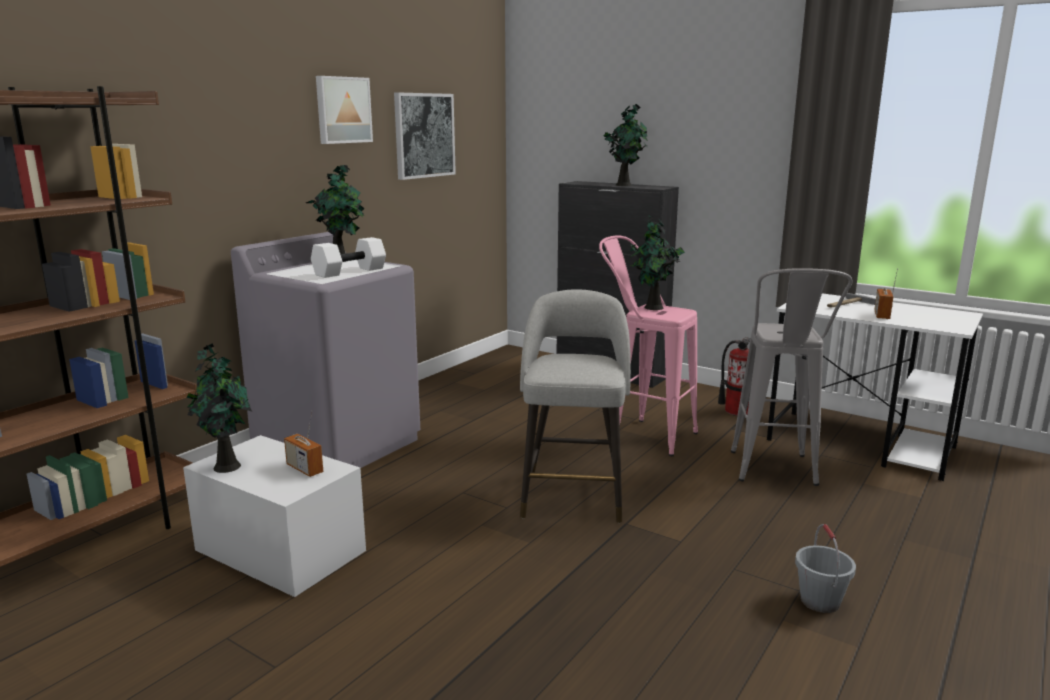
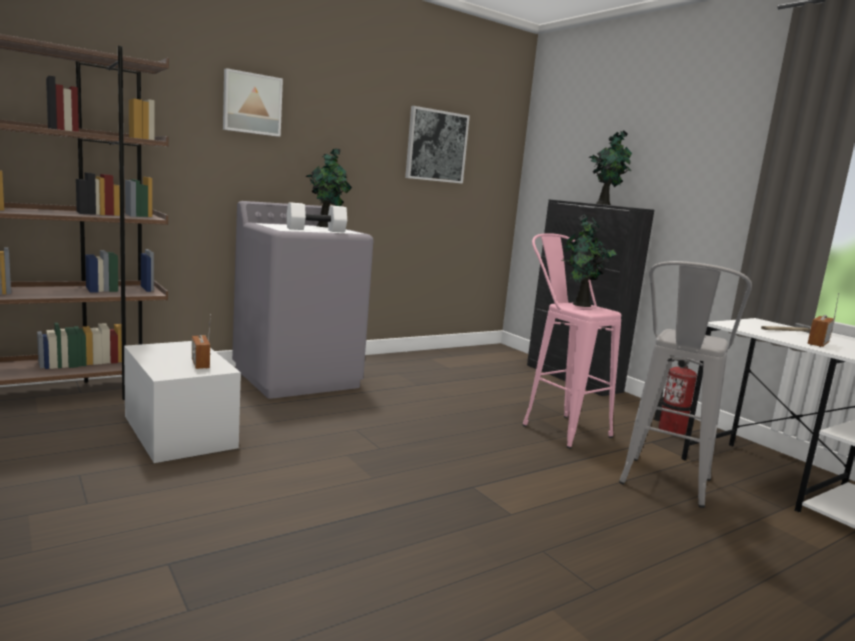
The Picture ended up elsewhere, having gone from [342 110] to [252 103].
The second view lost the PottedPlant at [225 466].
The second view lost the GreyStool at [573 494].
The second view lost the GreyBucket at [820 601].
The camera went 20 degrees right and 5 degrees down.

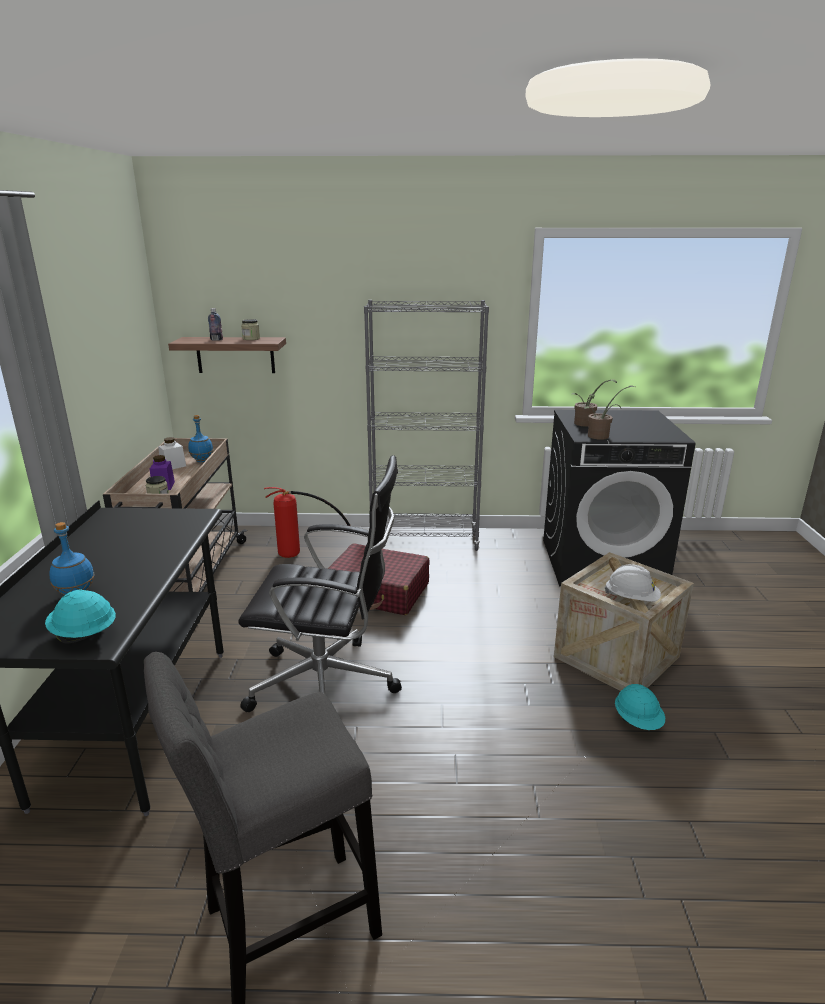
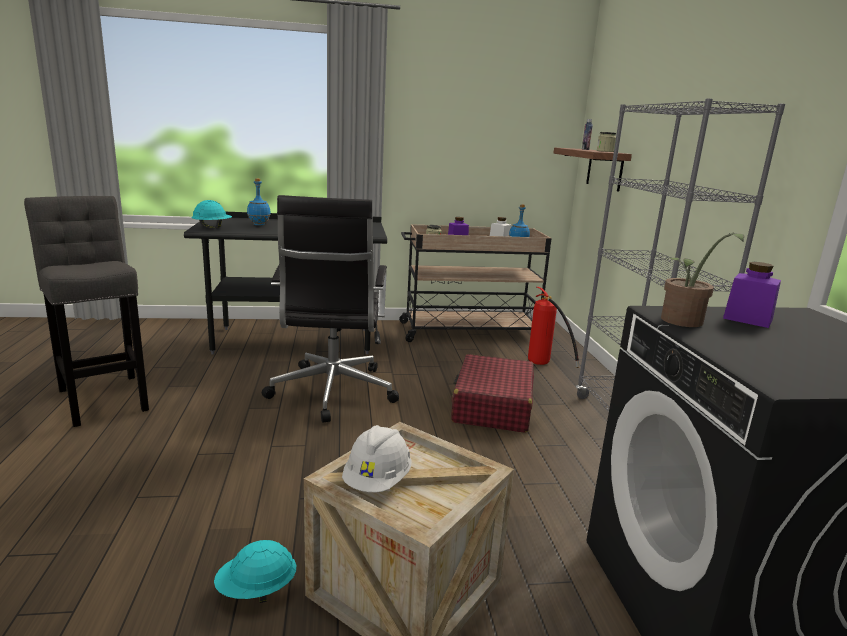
Where the PottedPlant stood at [586 424], the PurpleJar came to stand at [747 319].
The camera went 80 degrees right and 5 degrees down.

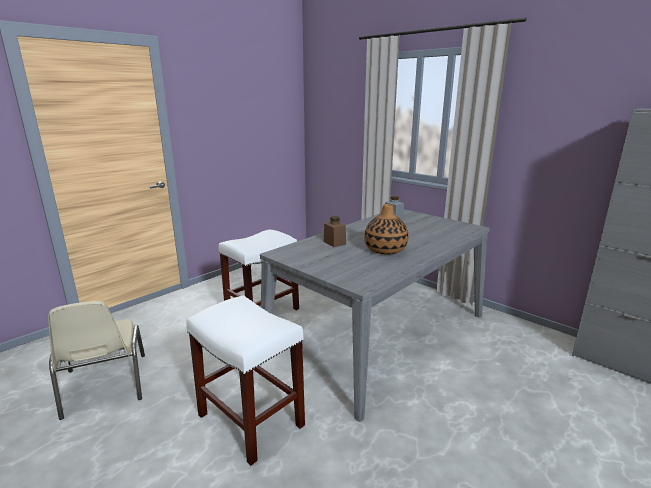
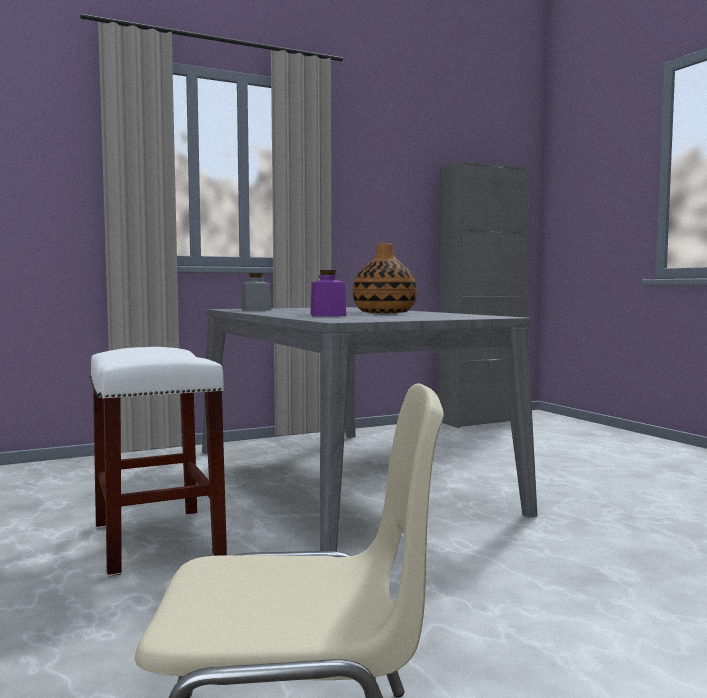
What was the BrownJar at [334 243] turned into the PurpleJar at [328 315].
The second view lost the WhiteStool at [249 420].
The camera went 70 degrees left and 15 degrees down.

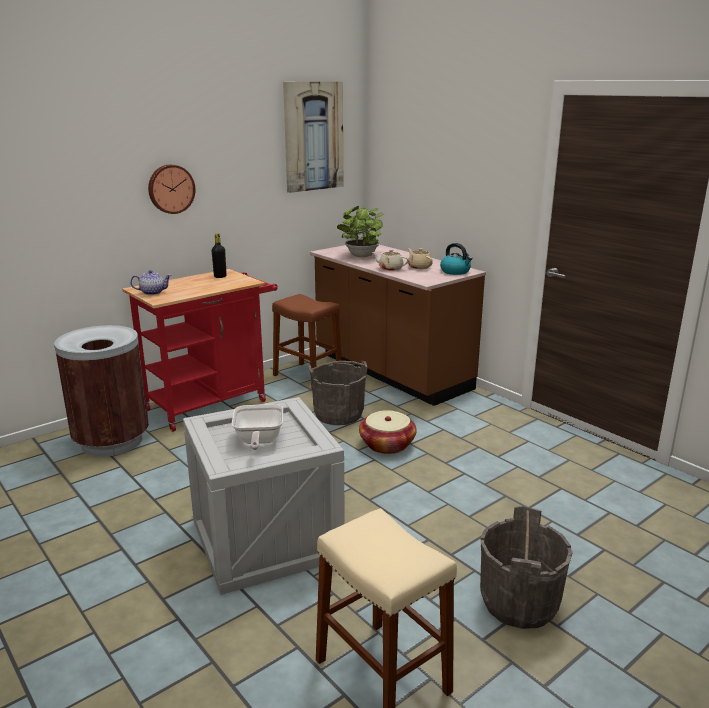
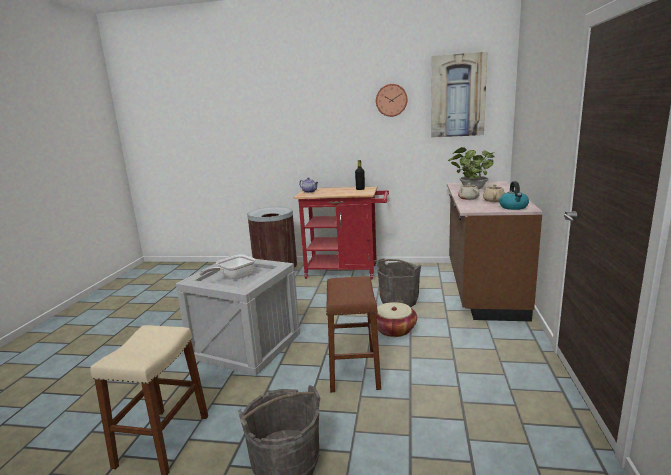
The BrownStool ended up elsewhere, having gone from [307 376] to [353 370].
The WallClock ended up elsewhere, having gone from [170 189] to [391 100].
The camera went 50 degrees right and 5 degrees down.

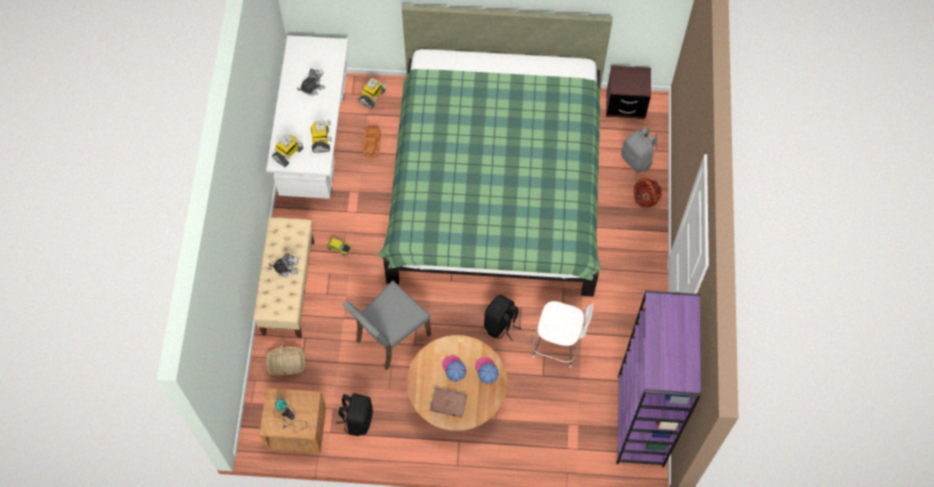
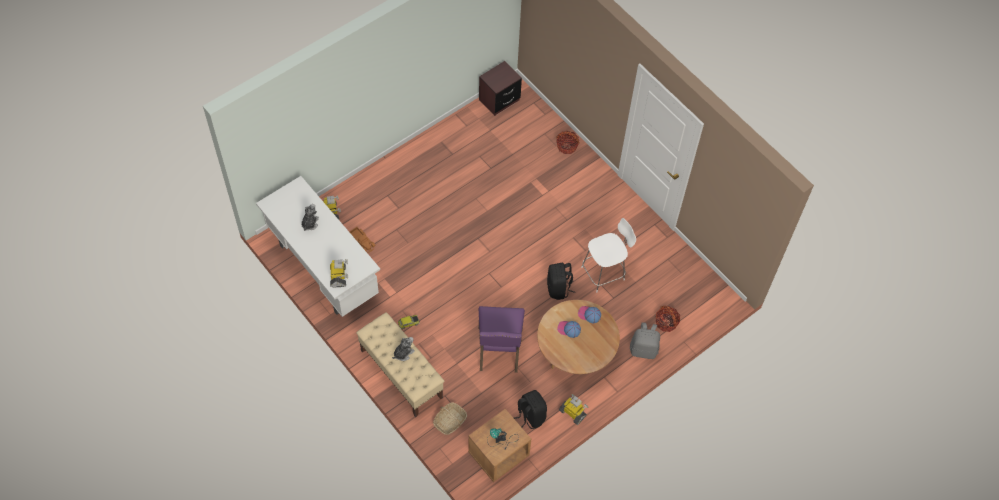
What was the GreyChair at [390 337] turned into the PurpleChair at [499 351].
The ToyRobot ended up elsewhere, having gone from [321 140] to [573 413].
The GreyBackpack ended up elsewhere, having gone from [637 159] to [644 349].
The second view gained the Basket at [666 322].
The second view lost the GreenBed at [495 184].
The second view lost the BrownBook at [448 403].
The second view lost the PurpleBookcase at [641 421].
The camera went 45 degrees left and 5 degrees down.

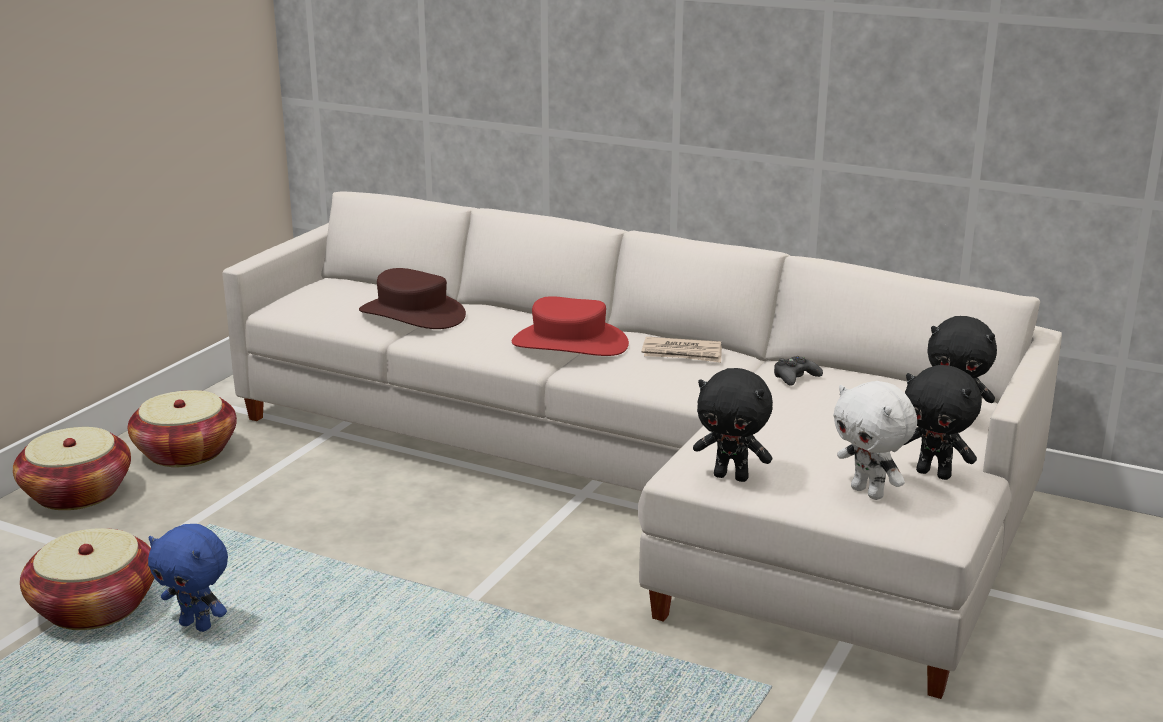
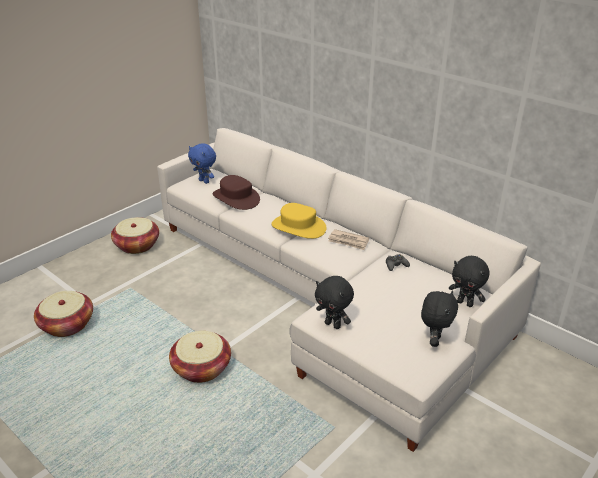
The Basket ended up elsewhere, having gone from [77 493] to [201 368].
The BluePlushToy ended up elsewhere, having gone from [197 625] to [204 181].
What was the RedHat at [569 344] turned into the YellowHat at [298 227].
The BlackPlushToy at [934 474] ended up facing another way, 120 degrees counterclockwise from before.
The second view lost the WhitePlushToy at [869 492].
The camera went 15 degrees right and 10 degrees up.

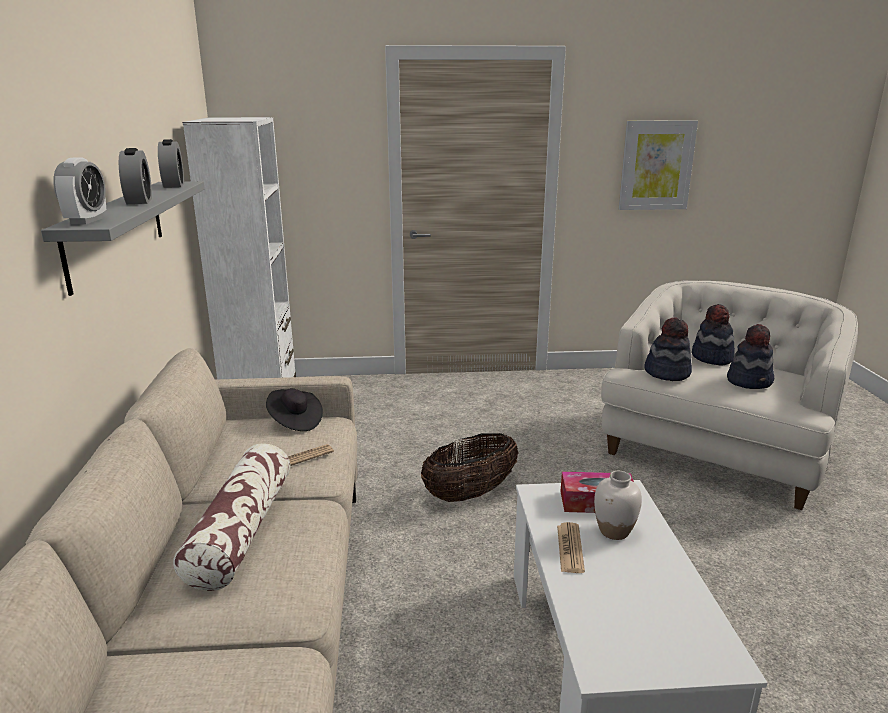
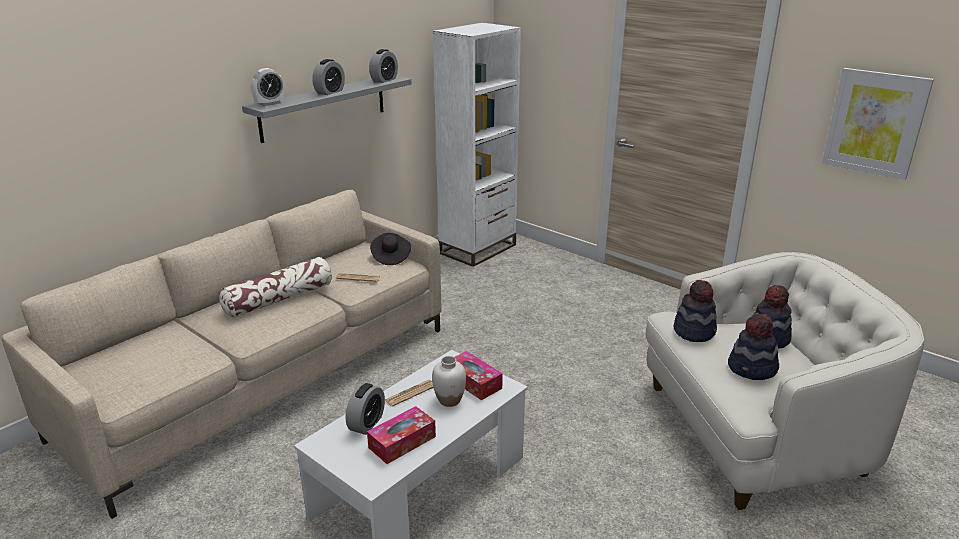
The second view gained the AlarmClock at [366 423].
The second view gained the TissueBox at [402 442].
The second view lost the Basket at [470 493].
The camera went 45 degrees right and 5 degrees up.

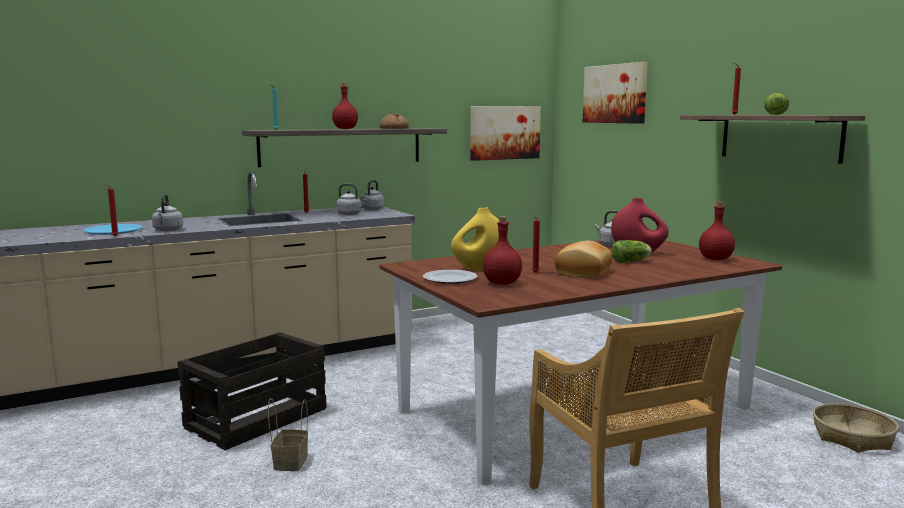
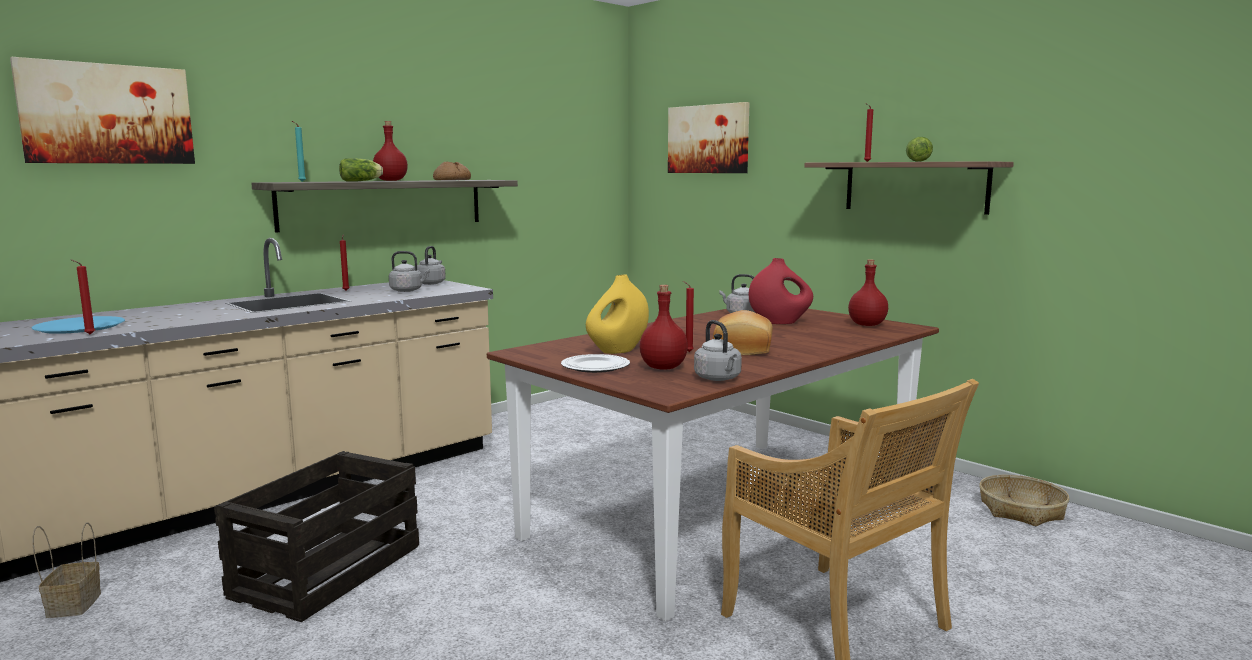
The Picture ended up elsewhere, having gone from [504 132] to [107 114].
The Basket ended up elsewhere, having gone from [290 461] to [73 604].
The Lettuce ended up elsewhere, having gone from [631 261] to [362 181].
The GreyKettle ended up elsewhere, having gone from [168 230] to [718 379].
The camera went 15 degrees left and 0 degrees up.

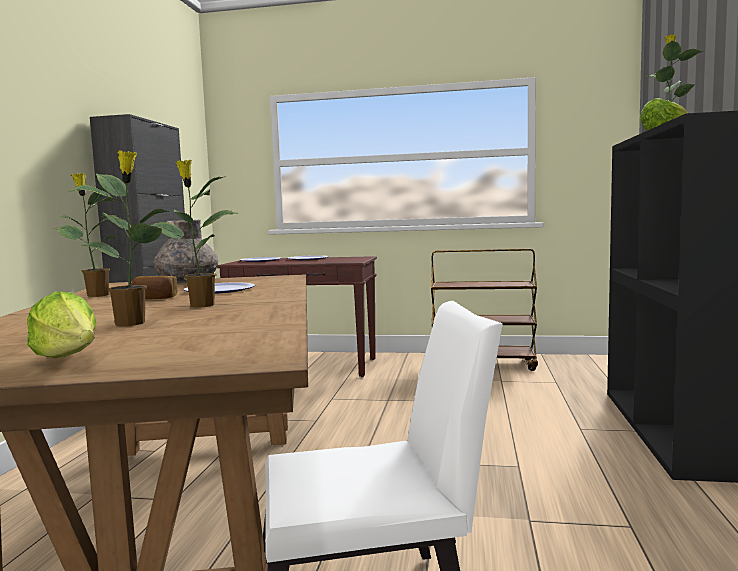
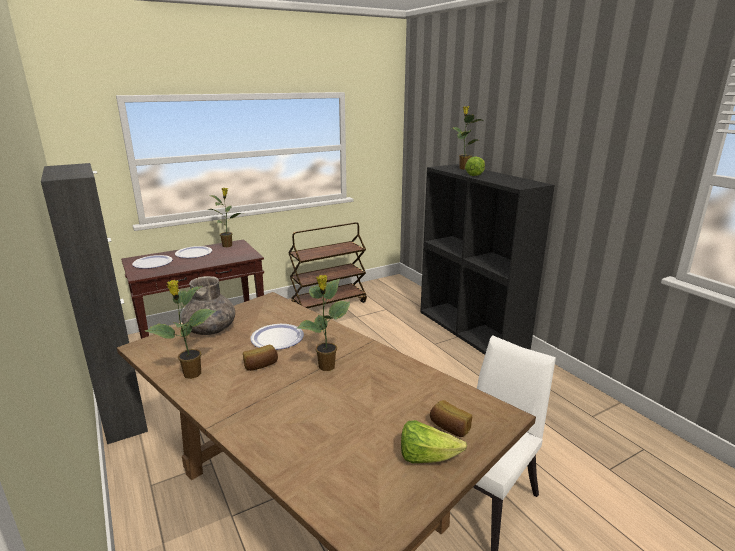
The PottedPlant ended up elsewhere, having gone from [132 323] to [228 245].
The second view gained the Bread at [449 428].
The camera went 40 degrees left and 15 degrees up.

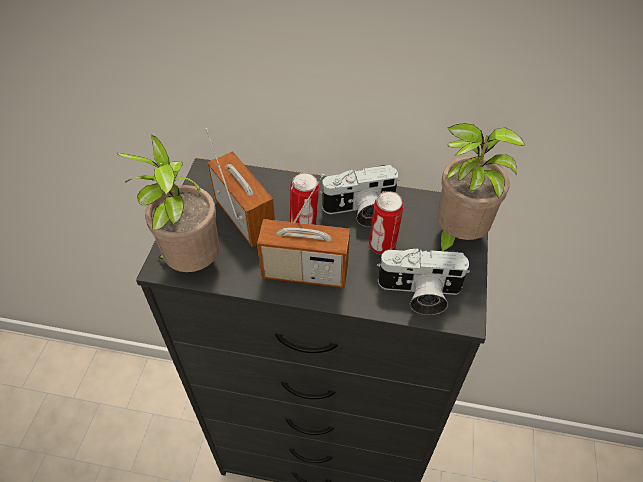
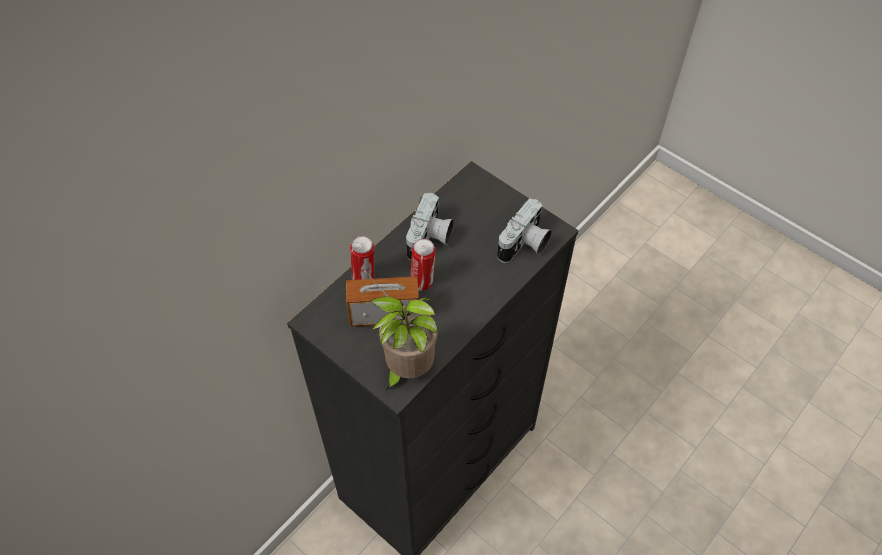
The Can ended up elsewhere, having gone from [382 246] to [364 278].
The second view lost the Radio at [305 272].
The second view lost the PottedPlant at [456 236].
The camera went 60 degrees left and 5 degrees up.

